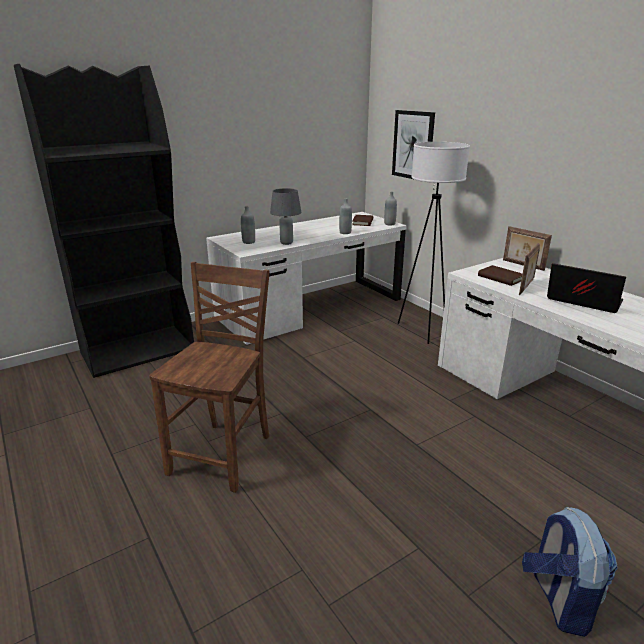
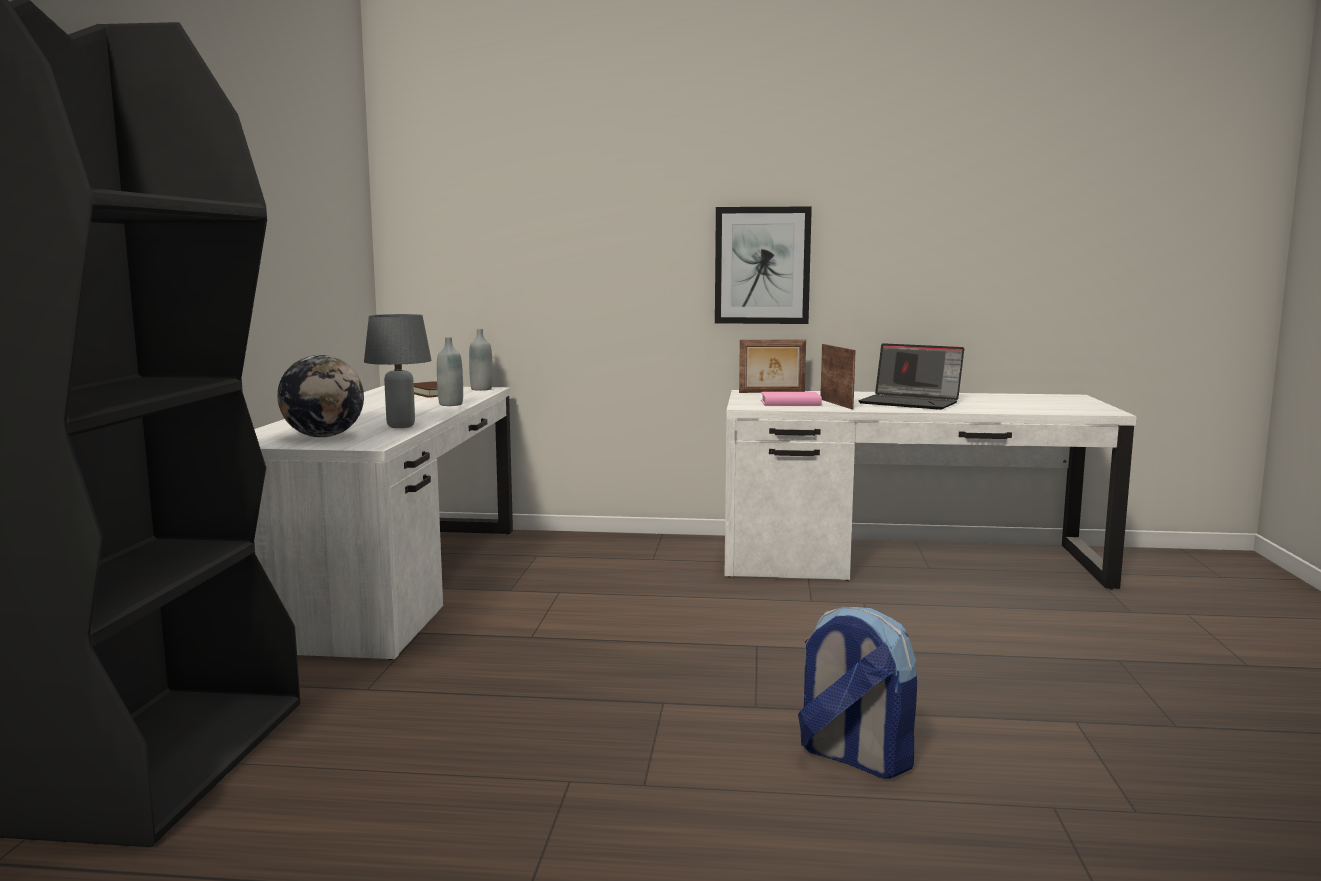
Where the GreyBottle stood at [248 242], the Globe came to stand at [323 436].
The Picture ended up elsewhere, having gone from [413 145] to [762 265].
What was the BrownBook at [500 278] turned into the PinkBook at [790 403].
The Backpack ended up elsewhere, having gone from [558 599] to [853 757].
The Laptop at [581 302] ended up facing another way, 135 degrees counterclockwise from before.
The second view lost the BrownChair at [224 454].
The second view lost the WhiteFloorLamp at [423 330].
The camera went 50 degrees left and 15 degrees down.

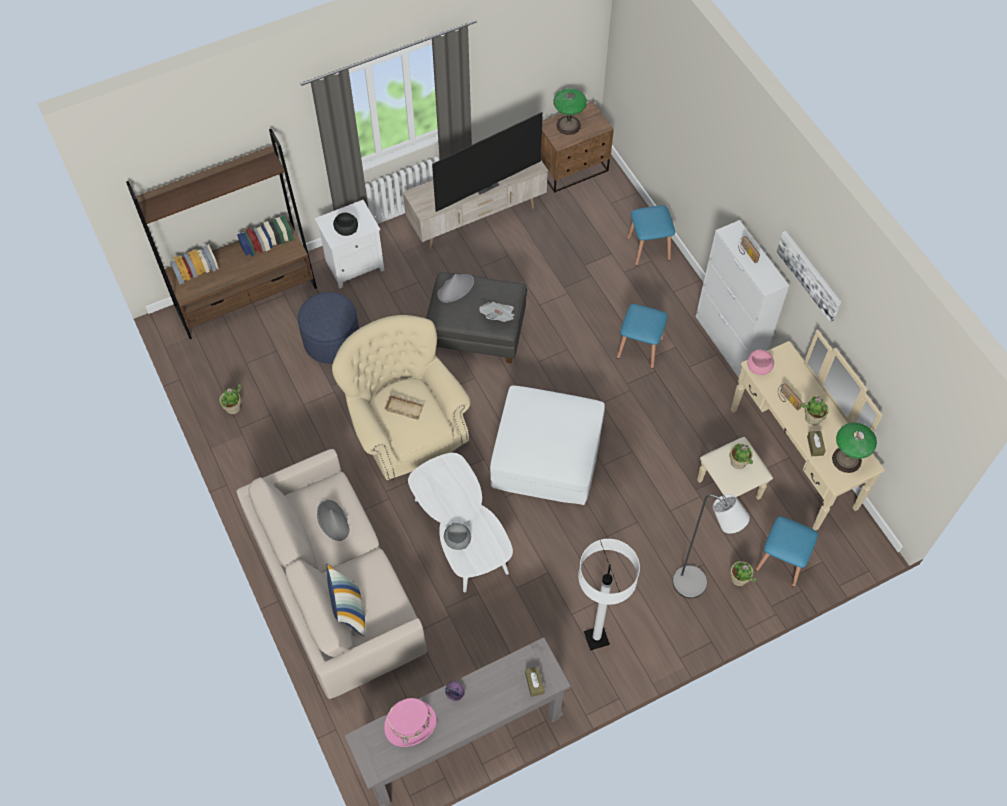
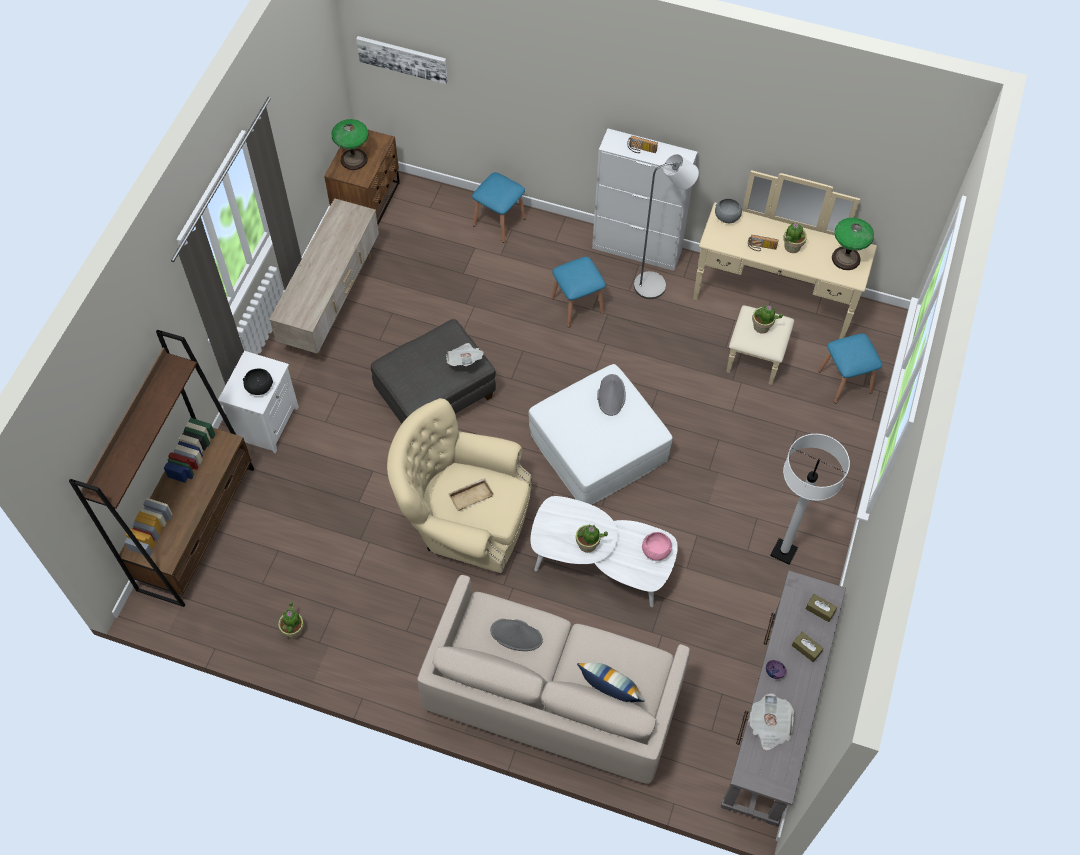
The Picture ended up elsewhere, having gone from [810 275] to [403 58].
The PottedPlant ended up elsewhere, having gone from [739 579] to [587 544].
The GreyHat ended up elsewhere, having gone from [456 288] to [611 395].
The GreyFloorLamp ended up elsewhere, having gone from [695 586] to [656 285].
The PinkBowl ended up elsewhere, having gone from [759 368] to [656 551].
The GreyBowl ended up elsewhere, having gone from [457 540] to [726 217].
Where the PinkHat stood at [410 724], the Newspaper came to stand at [769 726].
The BrownTissueBox ended up elsewhere, having gone from [815 446] to [806 649].
The second view lost the BlueOttoman at [332 341].
The second view lost the Television at [485 184].
The camera went 45 degrees left and 0 degrees up.

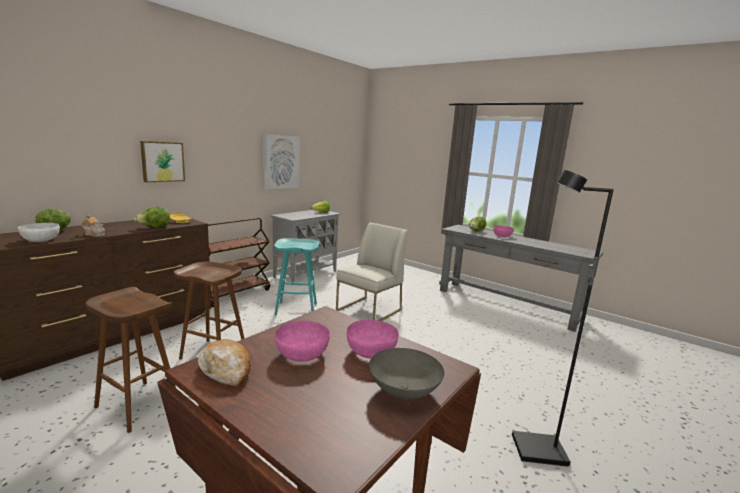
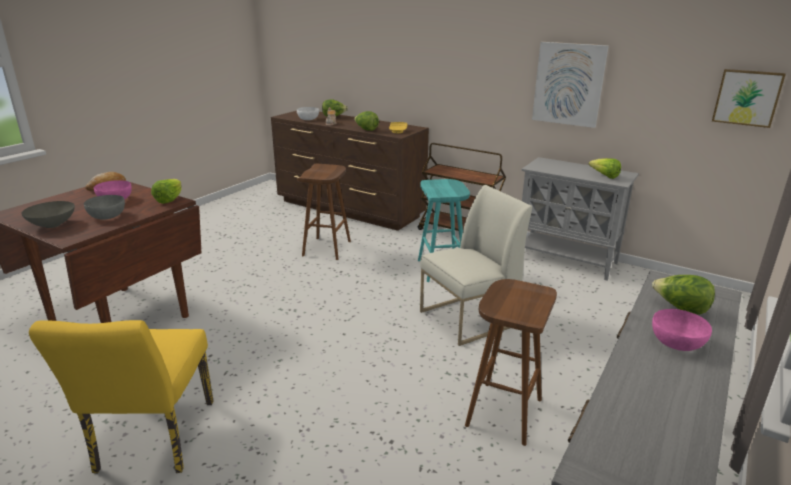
Where the BlackFloorLamp stood at [538 451], the YellowChair came to stand at [152 442].
What was the PinkBowl at [370 352] turned into the GreyBowl at [107 216].
The second view gained the Lettuce at [169 200].
The WhiteChair at [369 311] ended up facing another way, 60 degrees counterclockwise from before.
The BrownStool ended up elsewhere, having gone from [136 405] to [503 411].
The Picture ended up elsewhere, having gone from [162 161] to [747 97].
The camera went 85 degrees right and 10 degrees up.

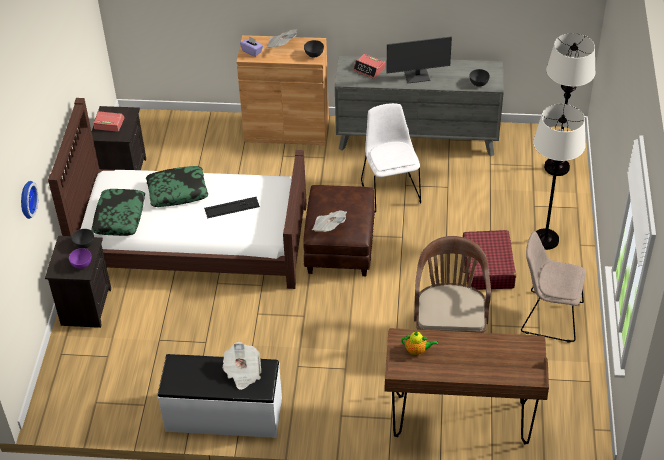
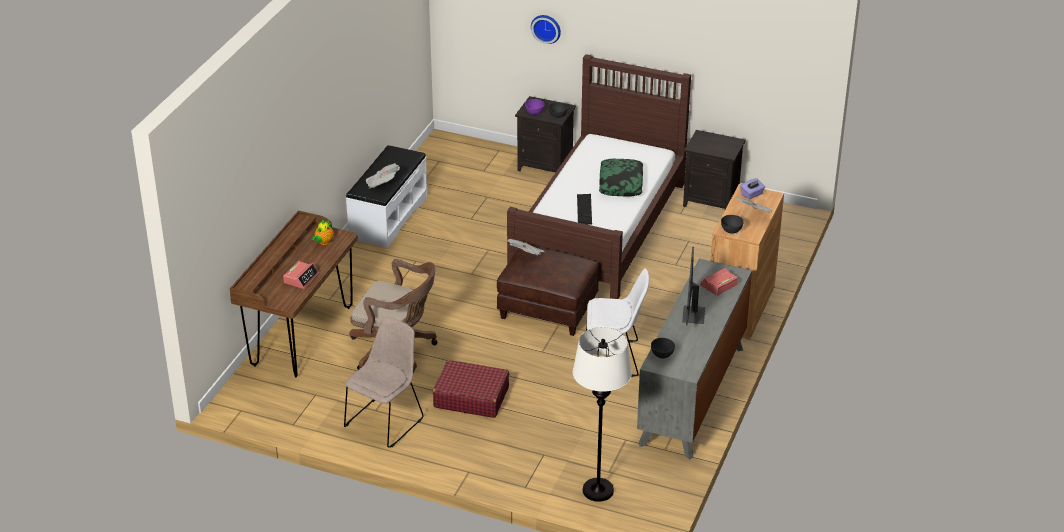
The AlarmClock ended up elsewhere, having gone from [109 123] to [301 278].
The second view lost the Pillow at [119 217].
The second view lost the WhiteFloorLamp at [545 239].
The camera went 105 degrees right and 10 degrees down.

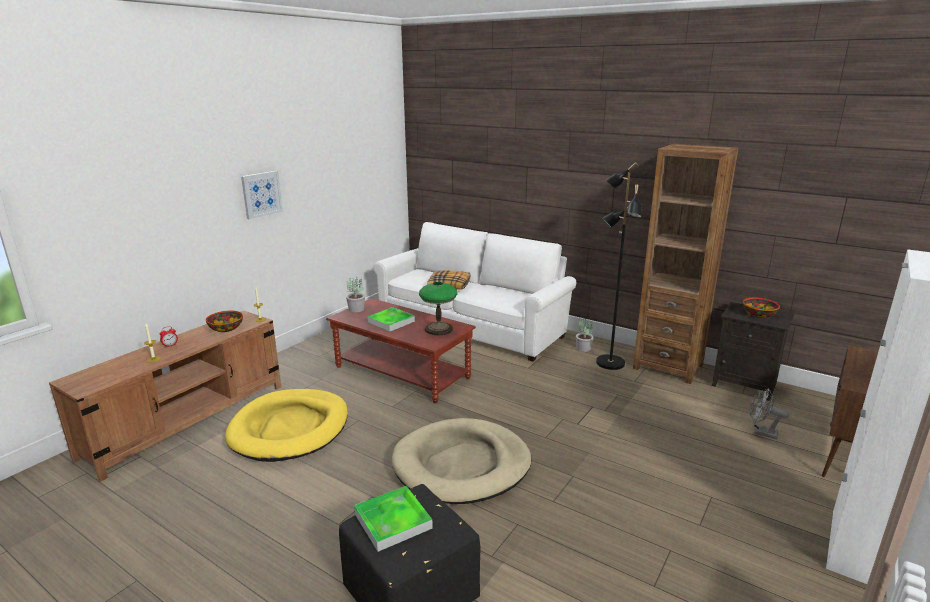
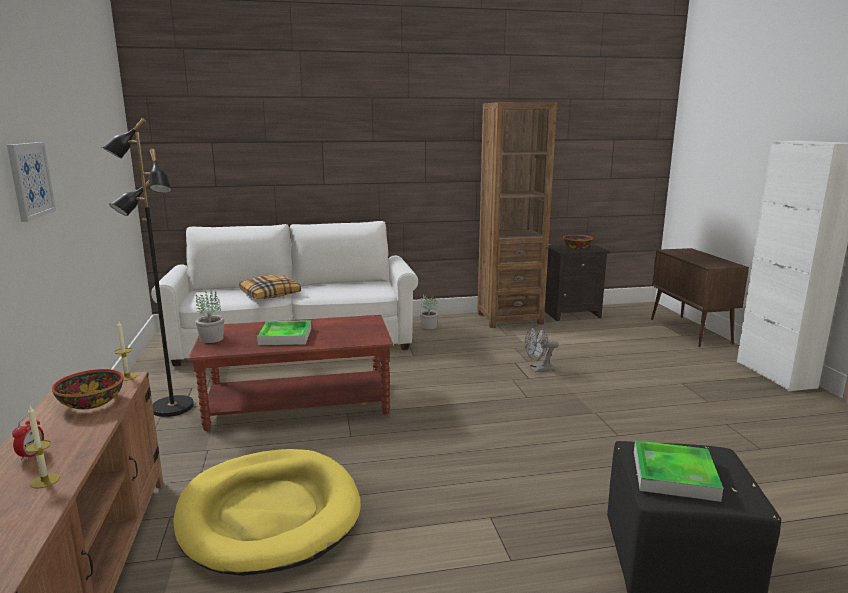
The BlackFloorLamp ended up elsewhere, having gone from [609 363] to [171 408].
The GreyFan ended up elsewhere, having gone from [761 432] to [538 370].
The second view lost the BeigeDogBed at [462 465].
The second view lost the TableLamp at [439 329].
The camera went 45 degrees left and 5 degrees down.

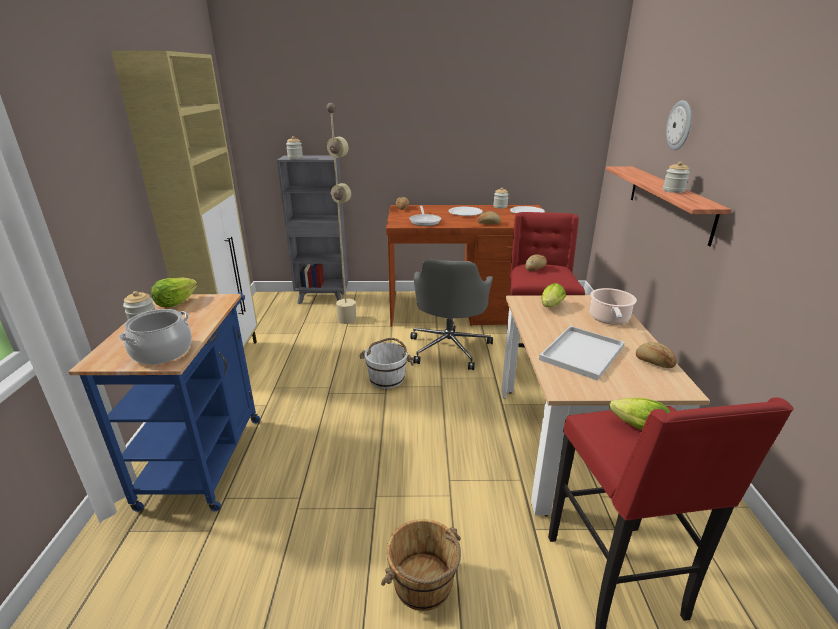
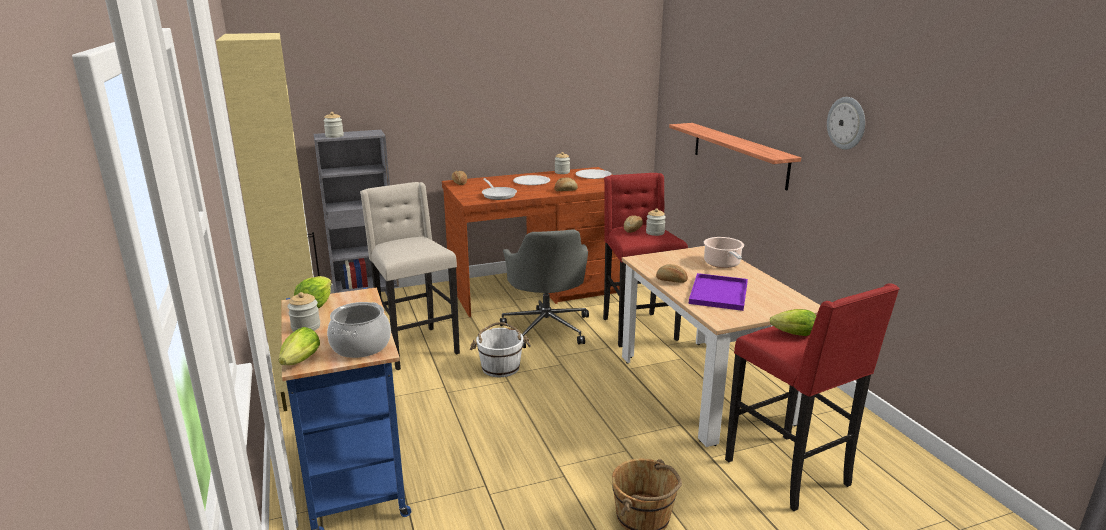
The Lettuce ended up elsewhere, having gone from [550 307] to [299 363].
Where the BeigeFloorLamp stood at [331 346], the BeigeStool came to stand at [416 347].
The Jar ended up elsewhere, having gone from [673 191] to [655 233].
The Bread ended up elsewhere, having gone from [653 362] to [671 281].
What was the WhiteTray at [581 352] turned into the PurpleTray at [718 292].
The WallClock ended up elsewhere, having gone from [680 125] to [847 123].
The camera went 20 degrees left and 5 degrees down.

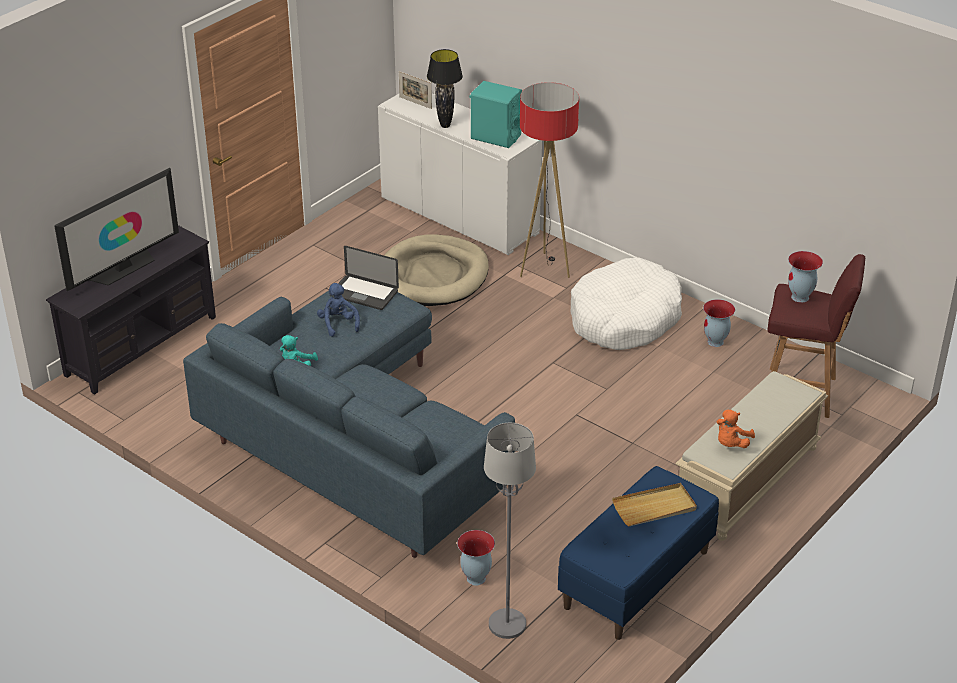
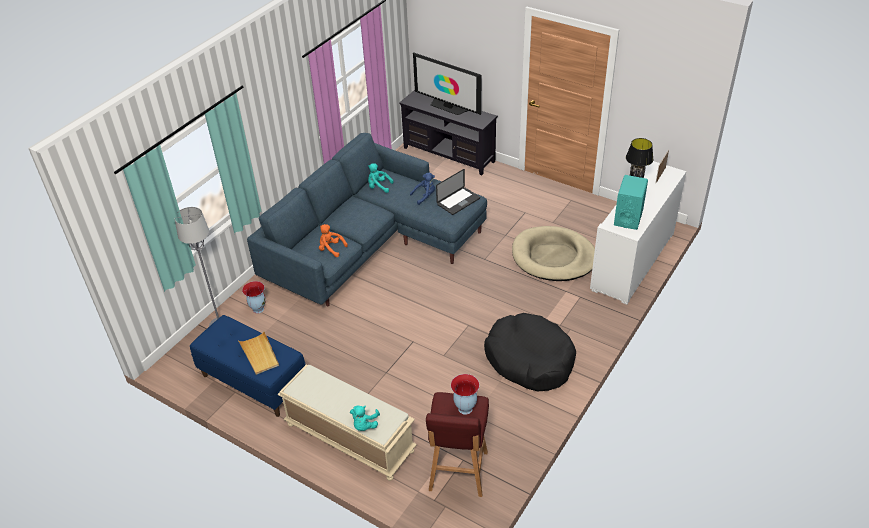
The OrangePlushToy ended up elsewhere, having gone from [731 444] to [331 249].
The second view gained the TurquoisePlushToy at [364 425].
The Laptop at [364 293] ended up facing another way, 150 degrees counterclockwise from before.
What was the WhiteDogBed at [624 319] turned into the BlackDogBed at [529 360].
The second view lost the FloorLamp at [544 269].
The second view lost the Vase at [715 342].
The camera went 85 degrees right and 5 degrees up.

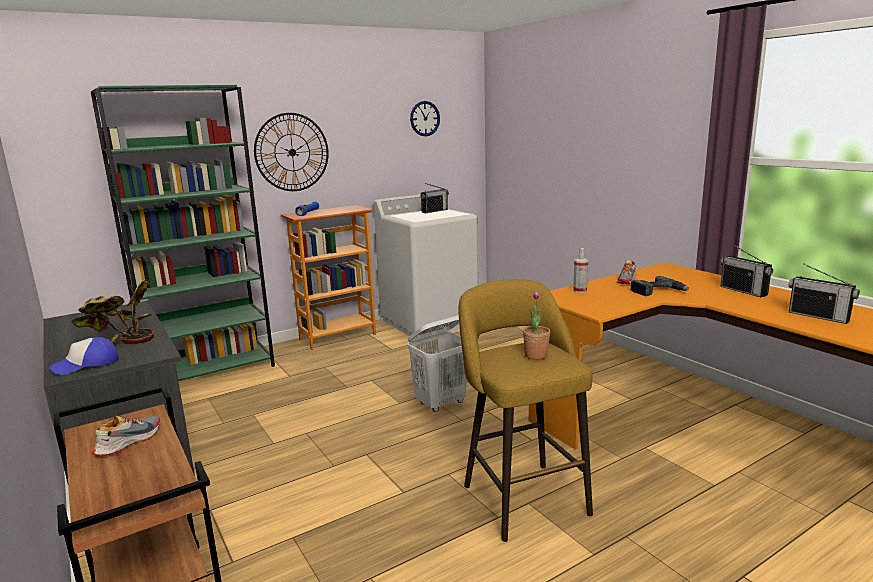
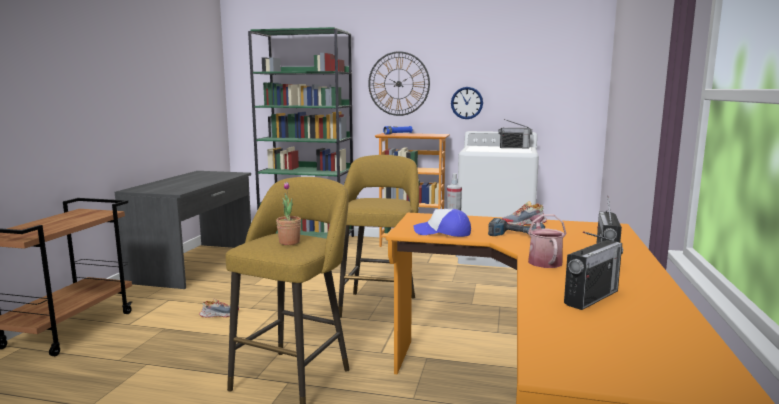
The Shoe ended up elsewhere, having gone from [128 441] to [219 314].
Where the WhiteLaundryBasket stood at [441 403], the YellowStool came to stand at [379 305].
The Cap ended up elsewhere, having gone from [87 364] to [443 232].
The WallClock ended up elsewhere, having gone from [425 118] to [466 103].
The second view gained the WateringCan at [543 260].
The Radio at [818 316] ended up facing another way, 135 degrees counterclockwise from before.
The second view lost the PottedPlant at [120 338].
The camera went 45 degrees right and 5 degrees down.

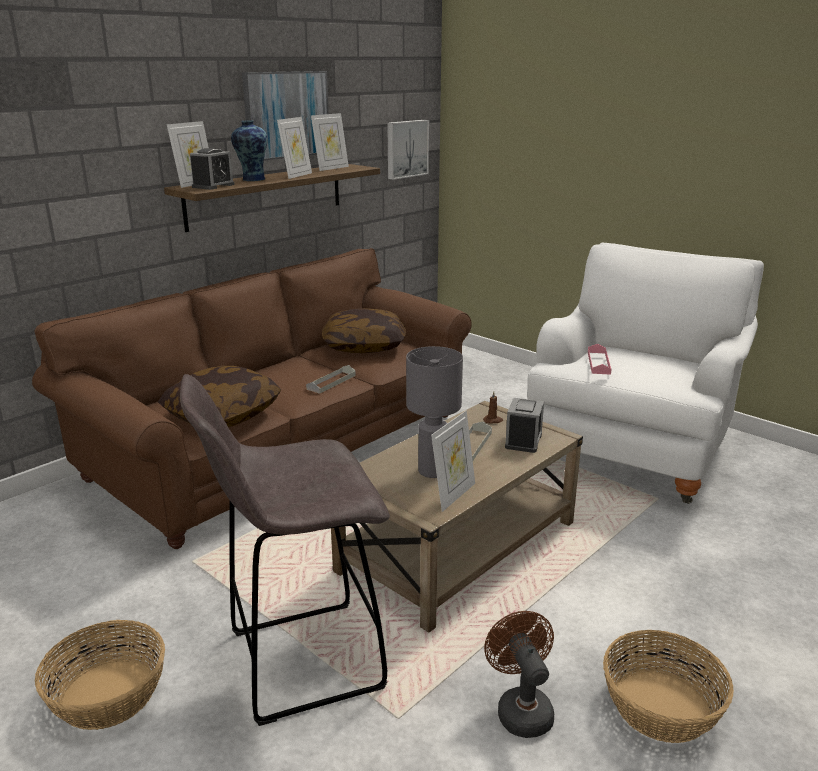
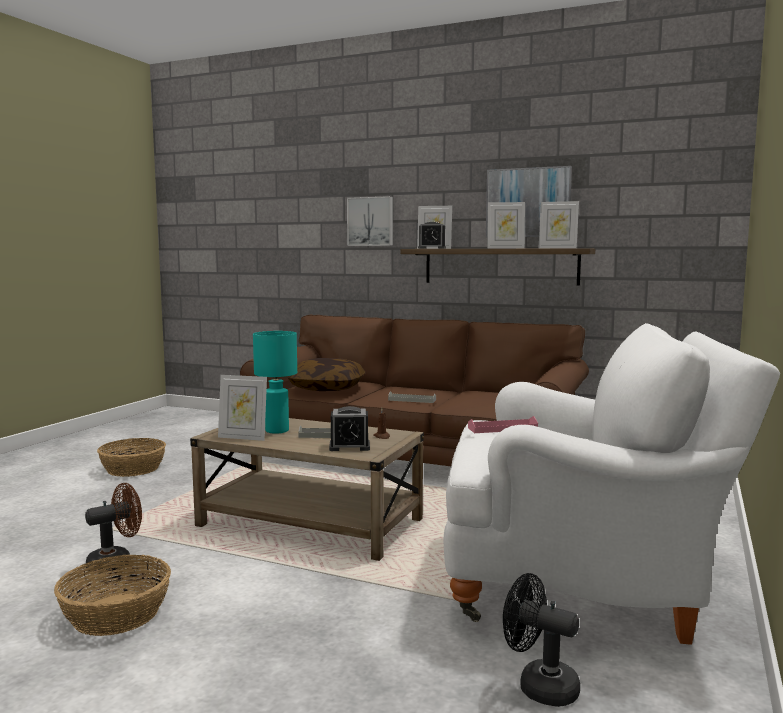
What was the GreyTableLamp at [432 471] turned into the TurquoiseTableLamp at [277 430].
The Picture ended up elsewhere, having gone from [406 149] to [370 221].
The second view gained the BlackFan at [539 686].
The second view lost the GreyStool at [300 661].
The second view lost the Vase at [252 179].
The second view lost the Pillow at [364 346].
The camera went 70 degrees right and 15 degrees down.

